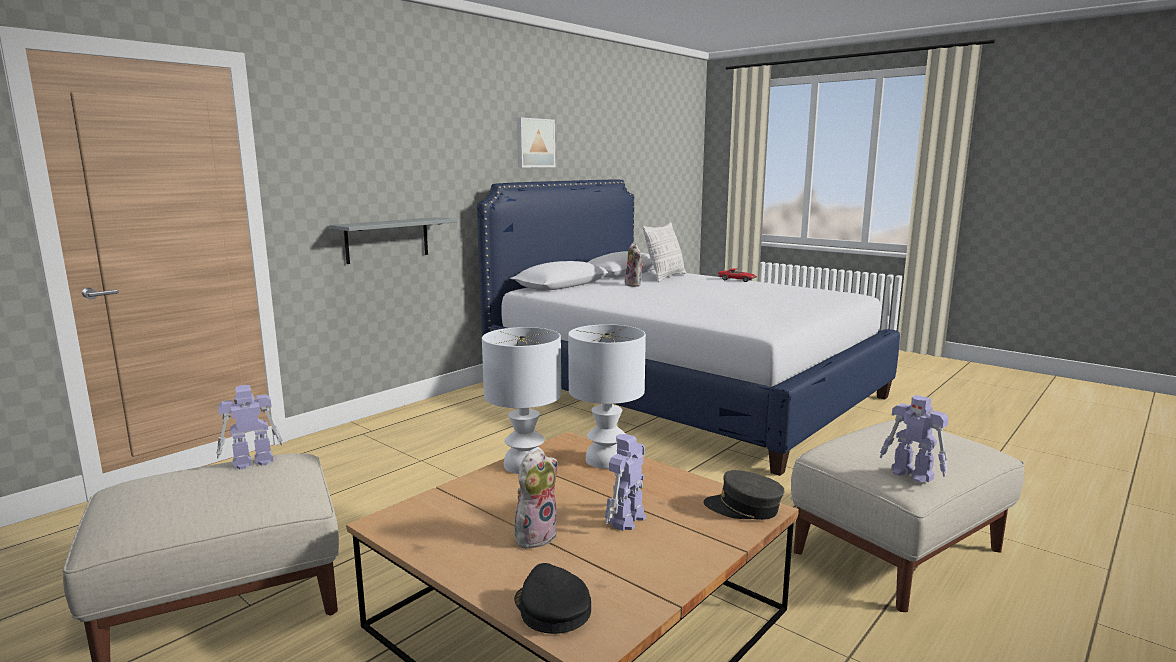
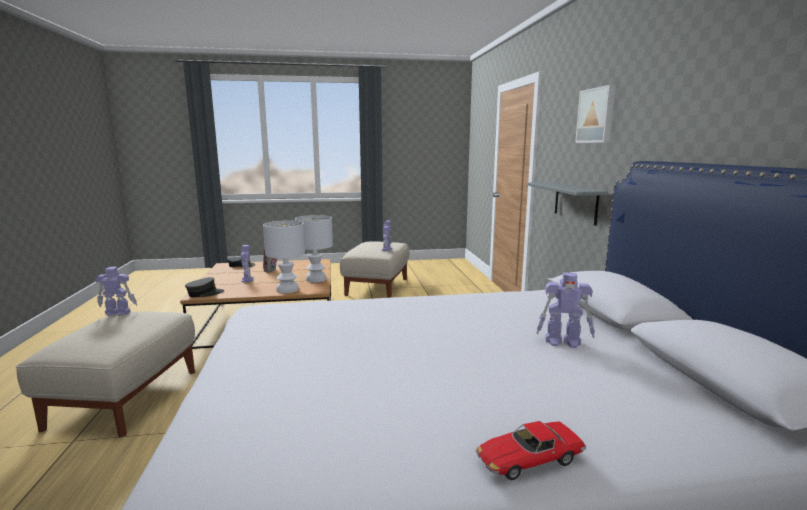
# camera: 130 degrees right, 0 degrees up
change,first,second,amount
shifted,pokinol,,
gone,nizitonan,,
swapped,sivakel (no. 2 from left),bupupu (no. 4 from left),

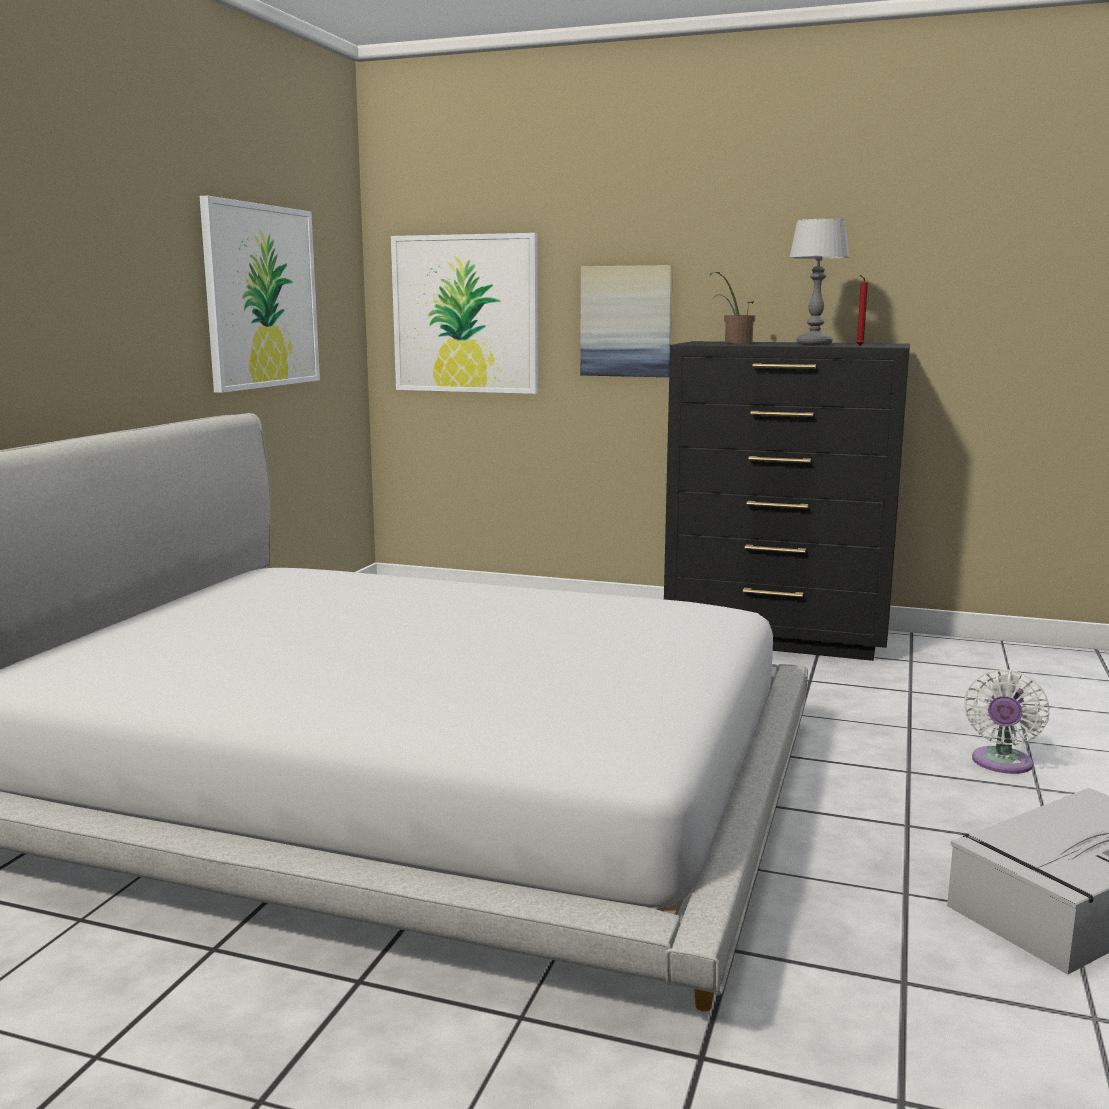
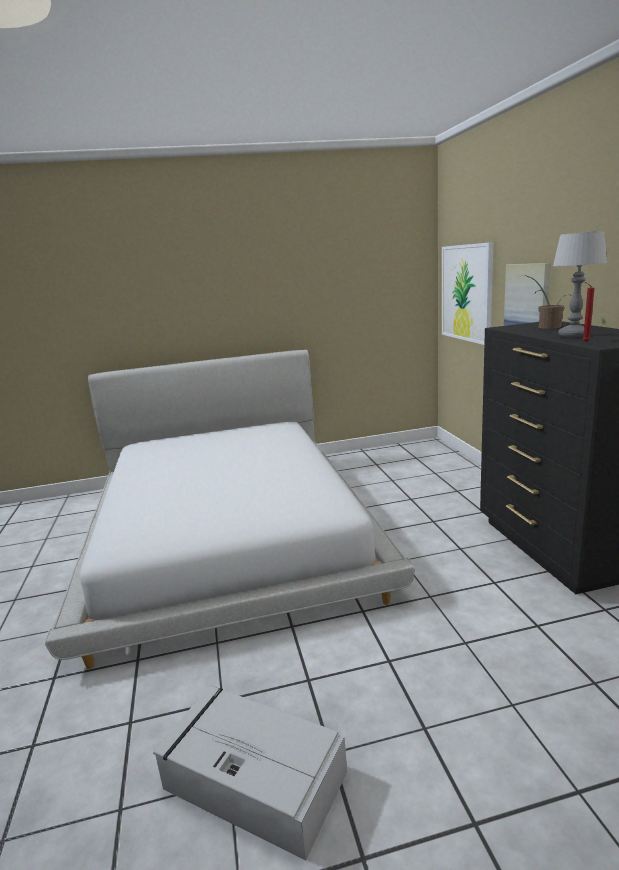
# camera: 60 degrees right, 5 degrees up
change,first,second,amount
gone,pokinol (no. 1 from left),,
gone,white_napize,,

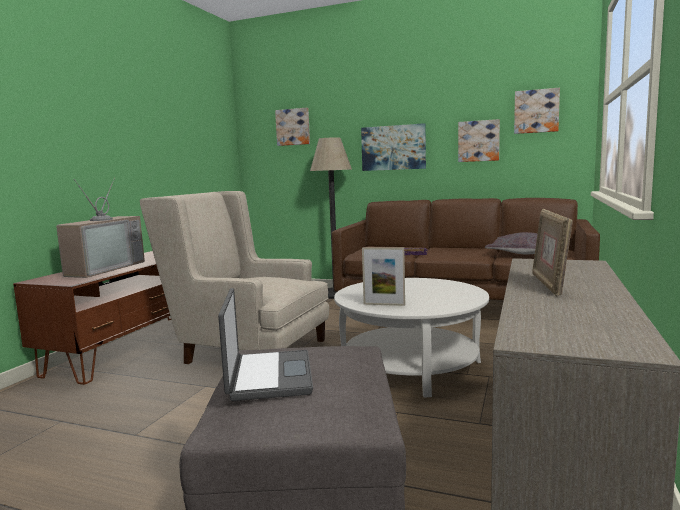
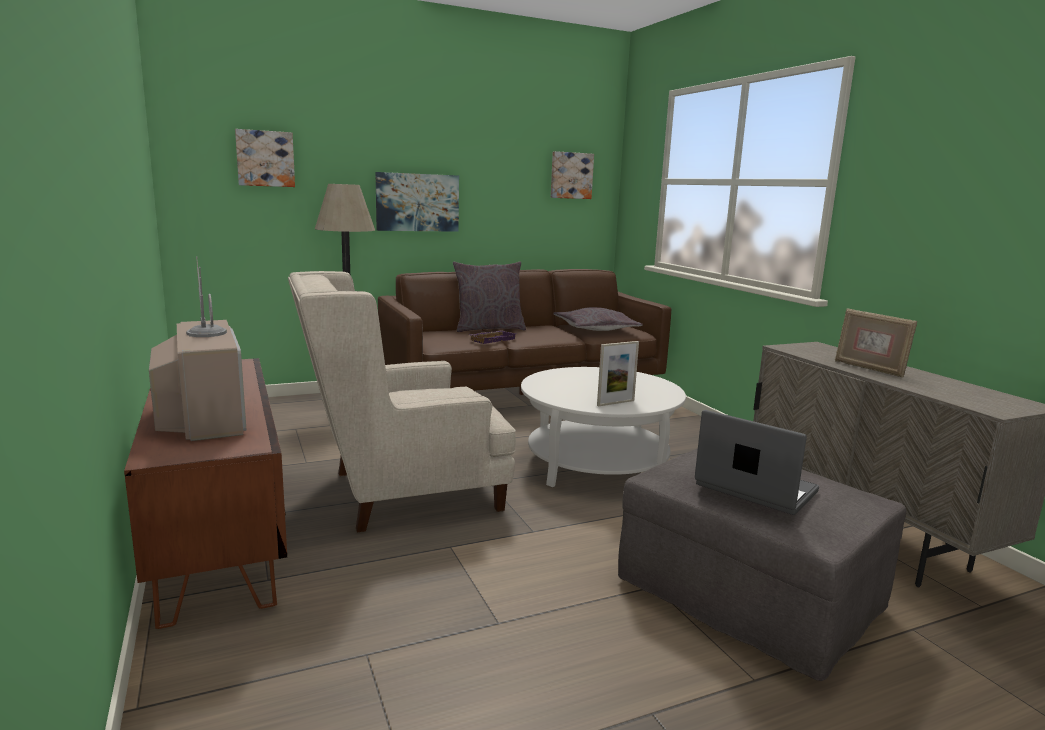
# camera: 45 degrees left, 5 degrees up
change,first,second,amount
gone,pokinol (no. 3 from left),,
new,,grey_nizitonan (no. 1 from left),

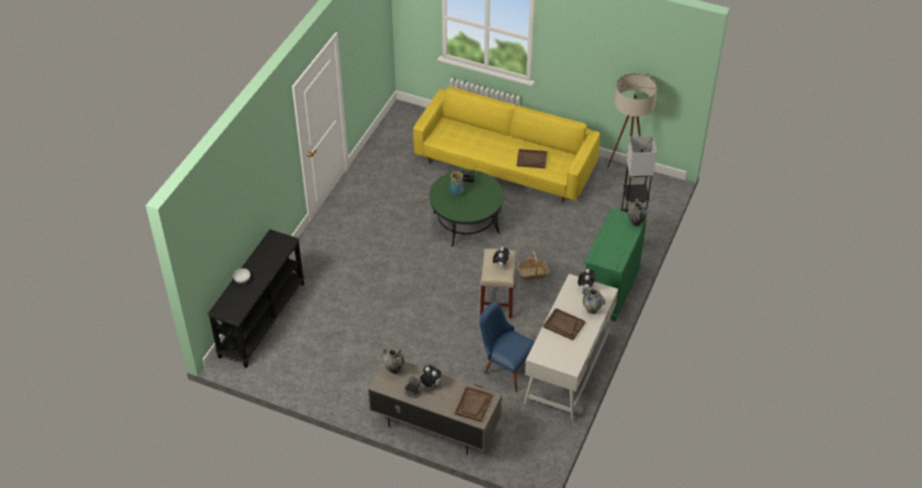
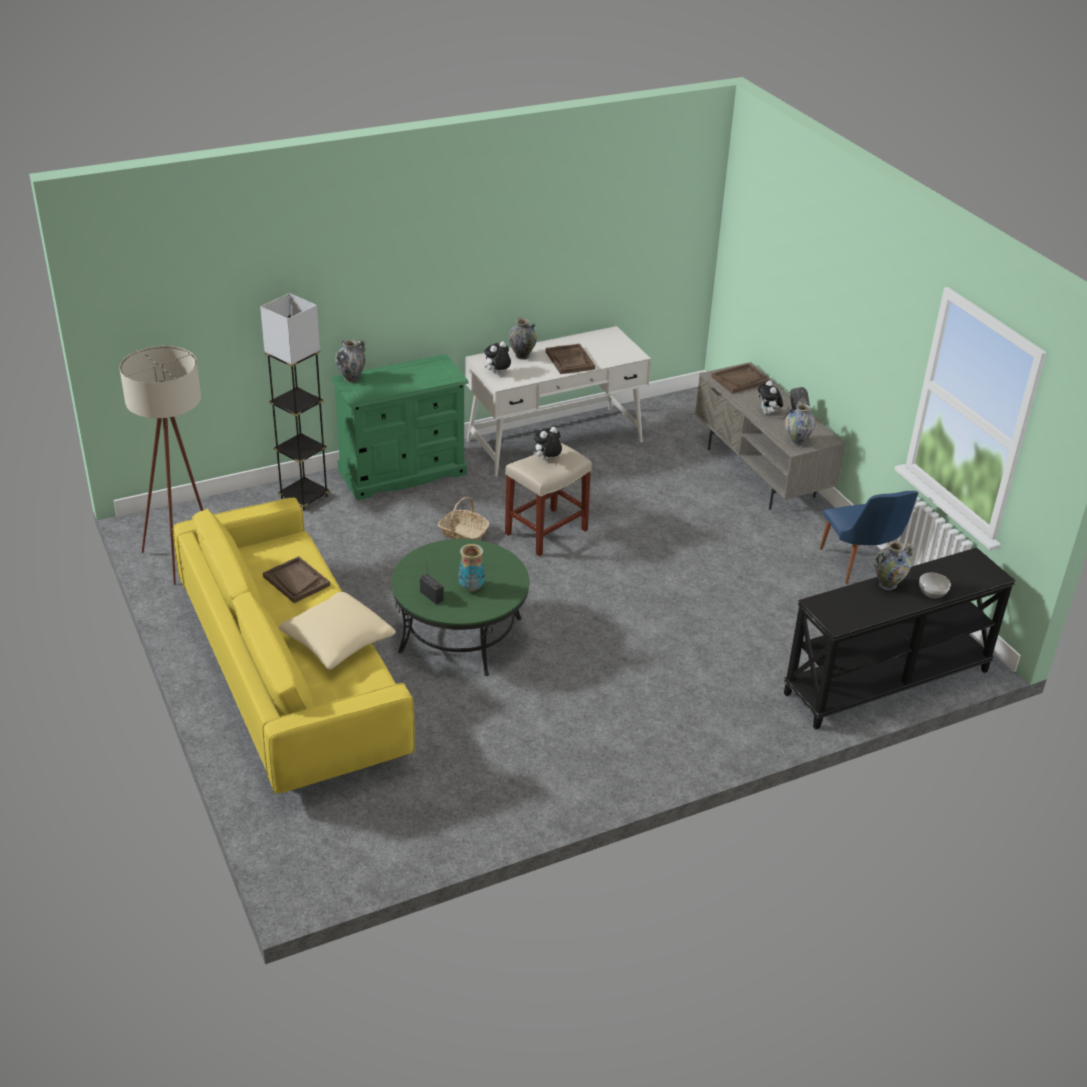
# camera: 140 degrees left, 10 degrees down
change,first,second,amount
shifted,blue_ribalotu,,
new,,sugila (no. 5 from left),
new,,beige_nizitonan,

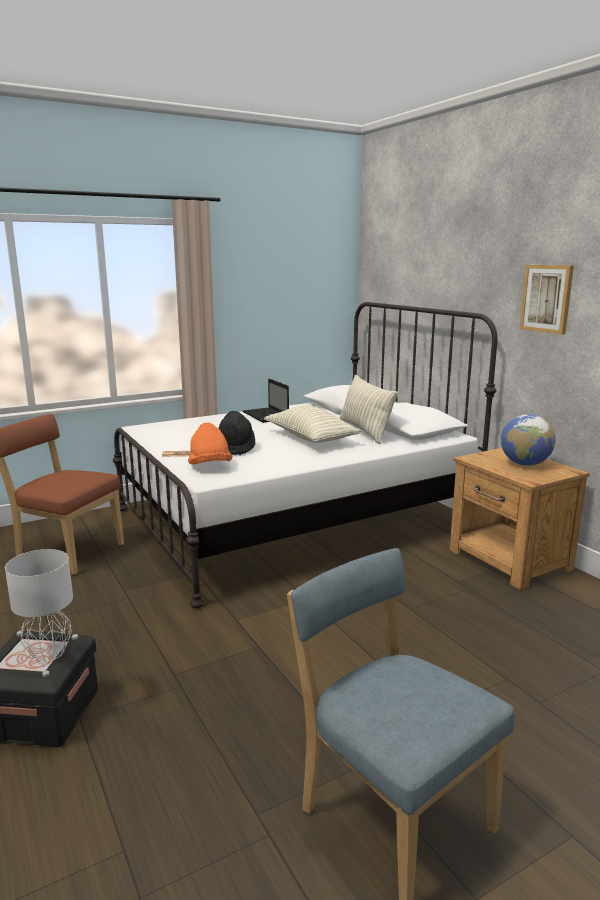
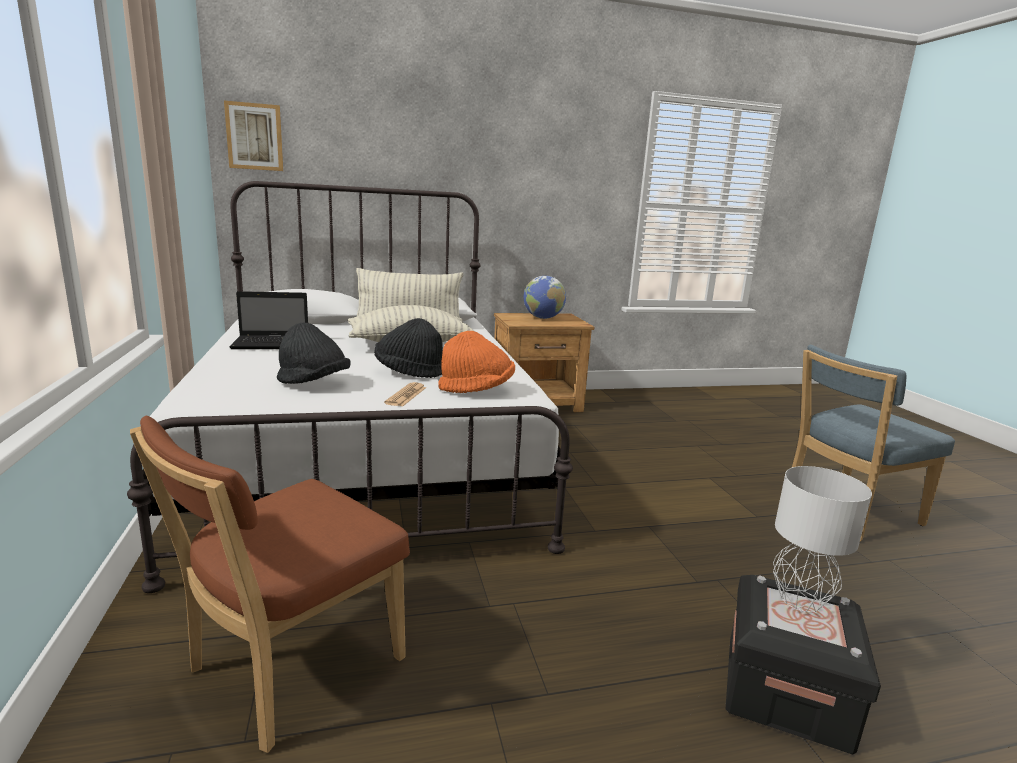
# camera: 75 degrees left, 0 degrees up
change,first,second,amount
shifted,pokinol,,
new,,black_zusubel (no. 1 from left),

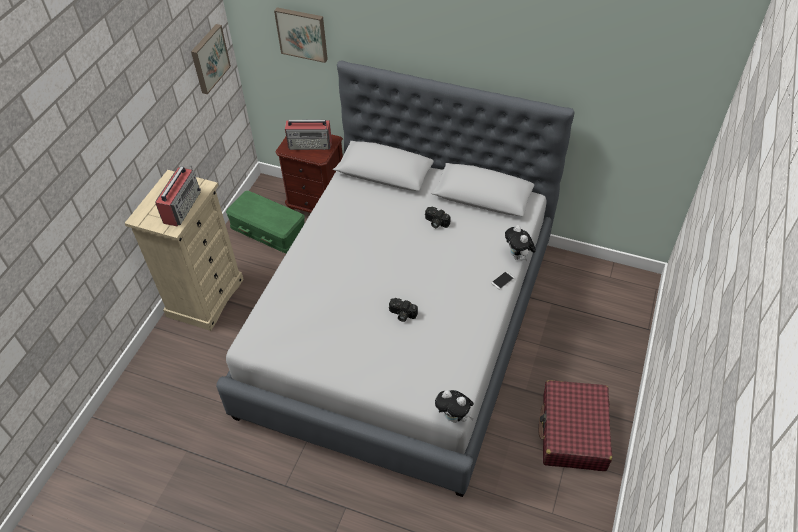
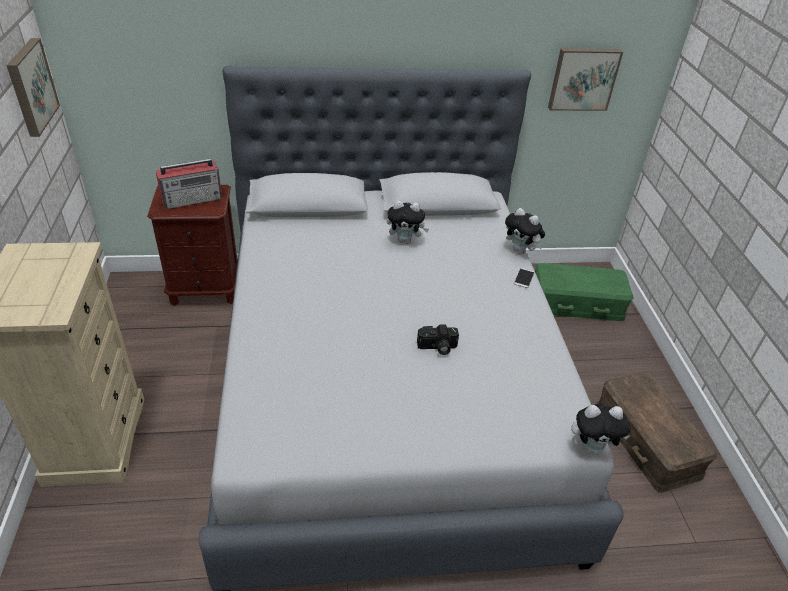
# camera: 30 degrees left, 10 degrees down
change,first,second,amount
shifted,pokinol (no. 2 from left),,
gone,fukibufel (no. 1 from left),,
shifted,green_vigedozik,,
swapped,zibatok (no. 2 from left),sivakel (no. 1 from left),
swapped,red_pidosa,brown_vigedozik,

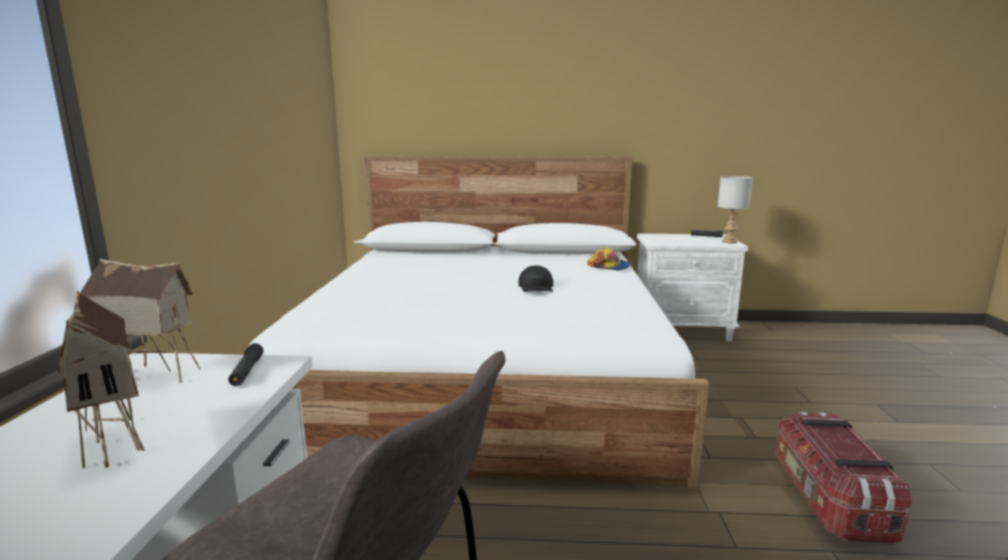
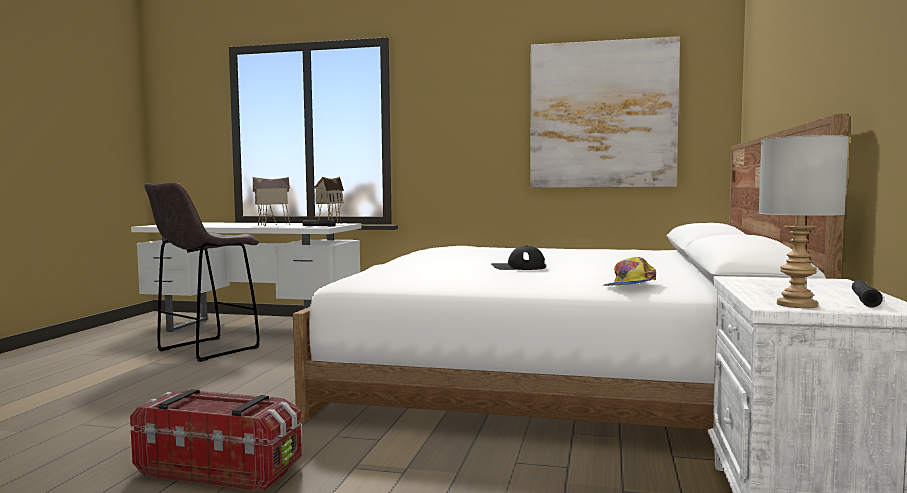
# camera: 100 degrees right, 10 degrees down
change,first,second,amount
new,,pokinol,

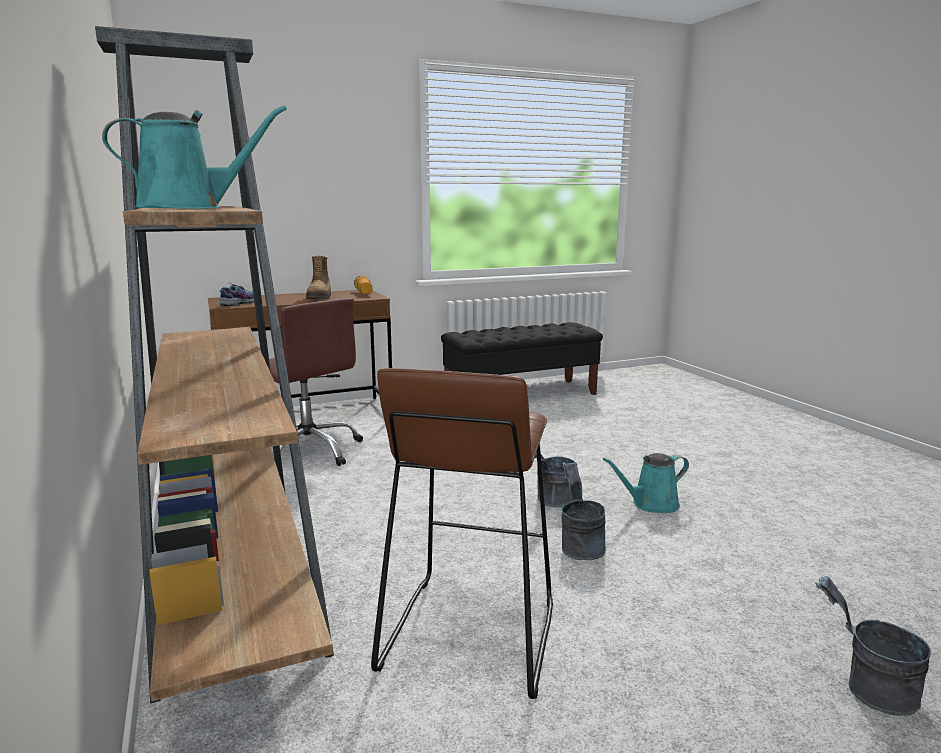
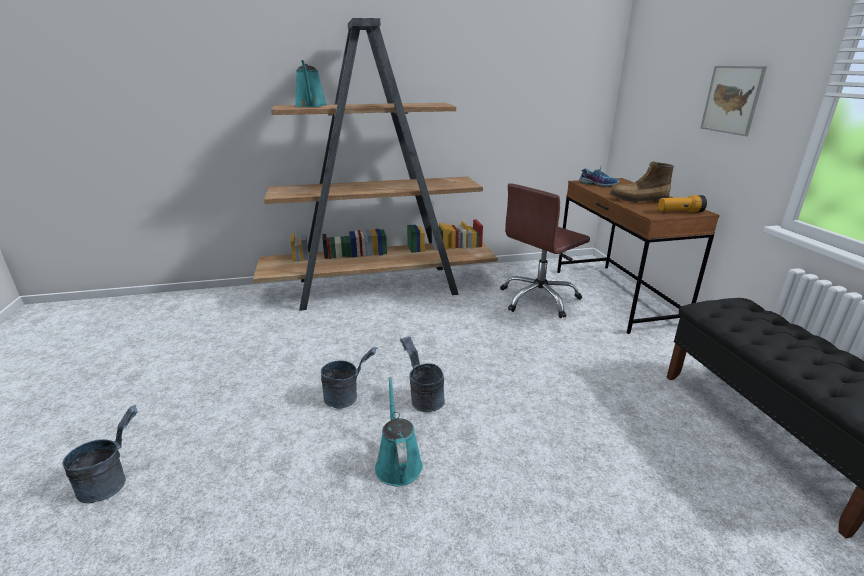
# camera: 100 degrees right, 10 degrees up
change,first,second,amount
gone,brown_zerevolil,,
new,,pokinol,

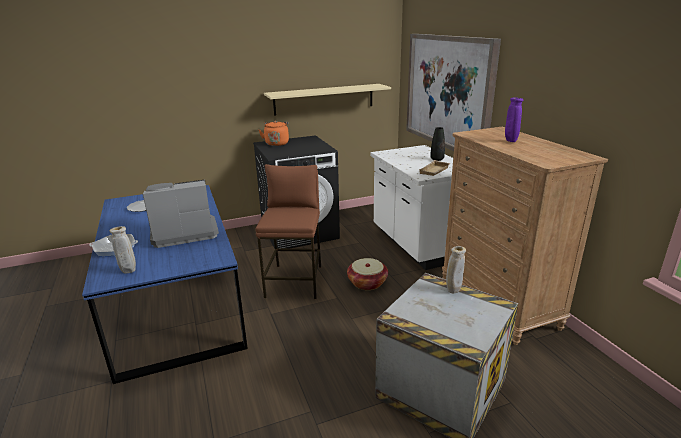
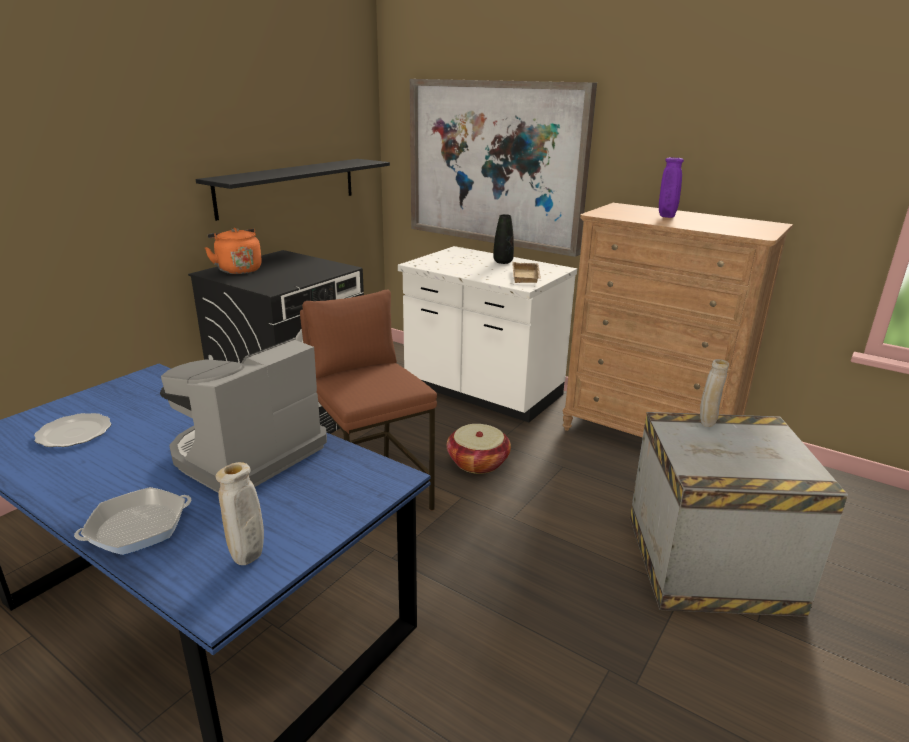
# camera: 35 degrees left, 0 degrees up
change,first,second,amount
repainted,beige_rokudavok,black_rokudavok,

